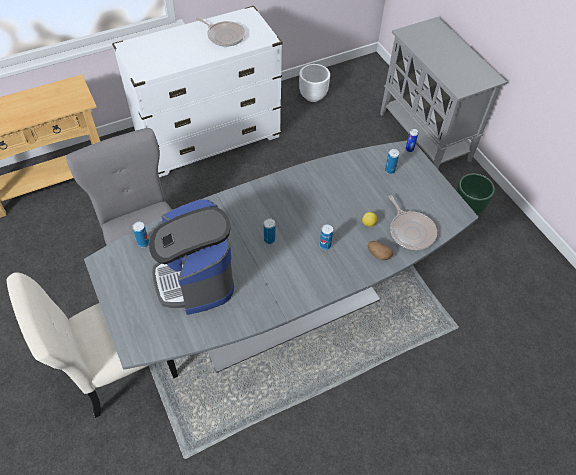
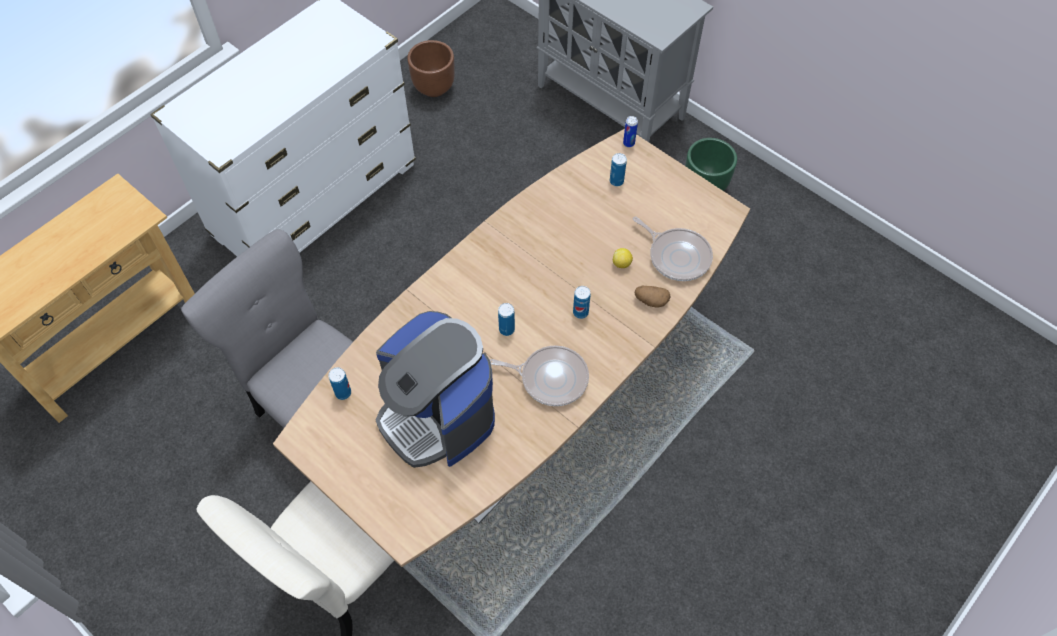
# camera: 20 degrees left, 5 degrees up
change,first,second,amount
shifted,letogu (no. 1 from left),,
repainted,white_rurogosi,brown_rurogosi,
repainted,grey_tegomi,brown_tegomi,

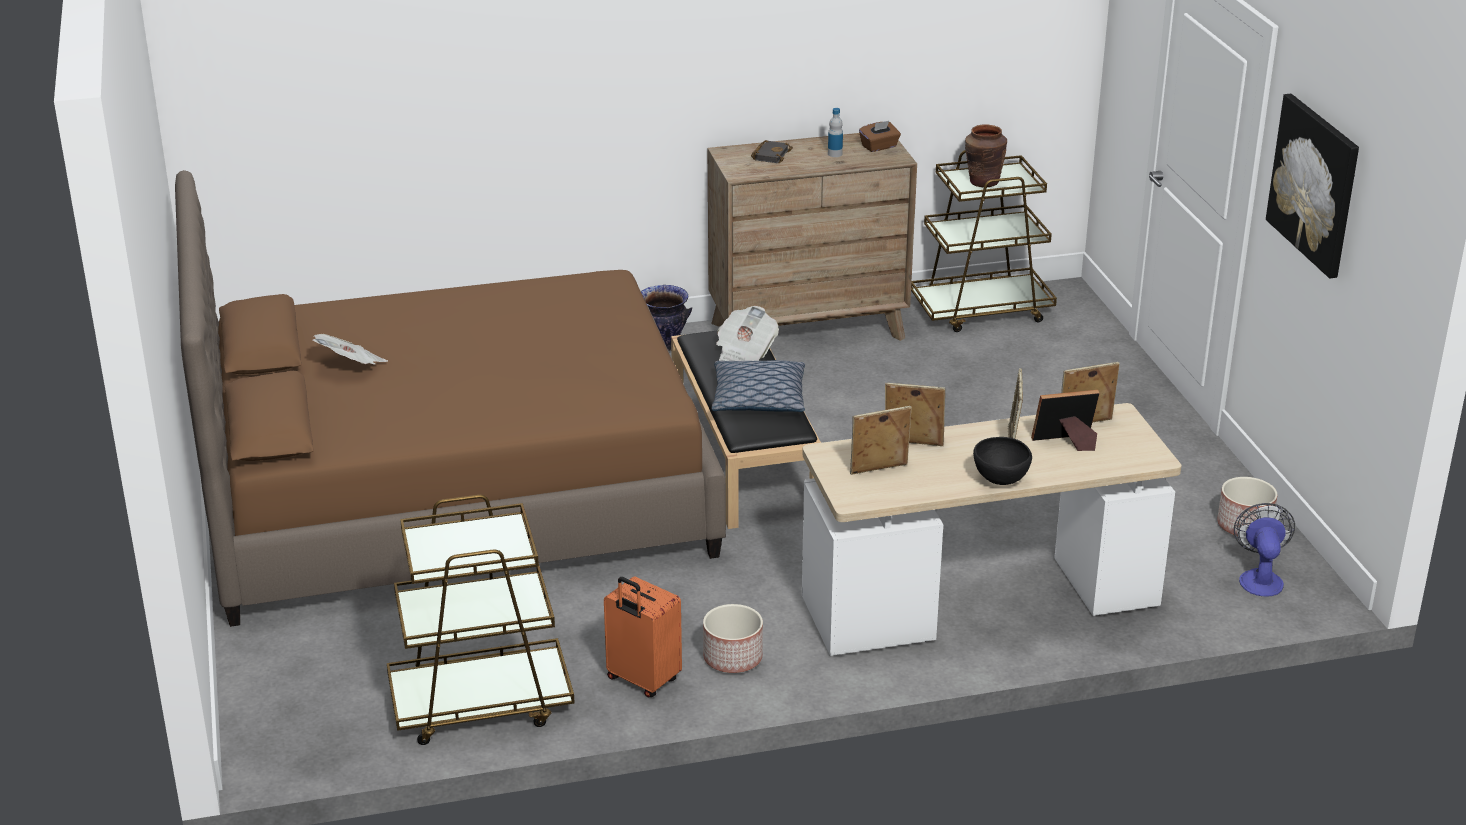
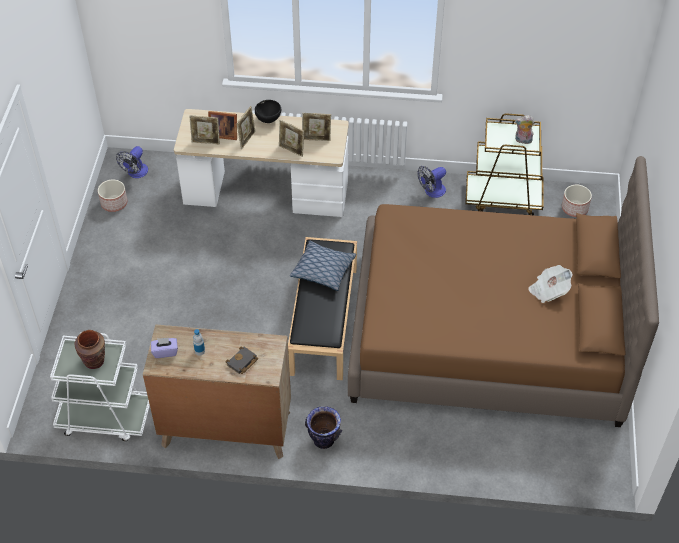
# camera: 160 degrees left, 20 degrees up
change,first,second,amount
gone,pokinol,,
repainted,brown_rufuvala,purple_rufuvala,
repainted,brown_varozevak (no. 2 from left),white_varozevak,
gone,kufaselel (no. 2 from left),,
swapped,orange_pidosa,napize (no. 2 from left),
shifted,rurogosi (no. 1 from left in the first image),rurogosi (no. 2 from left),
new,,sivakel,

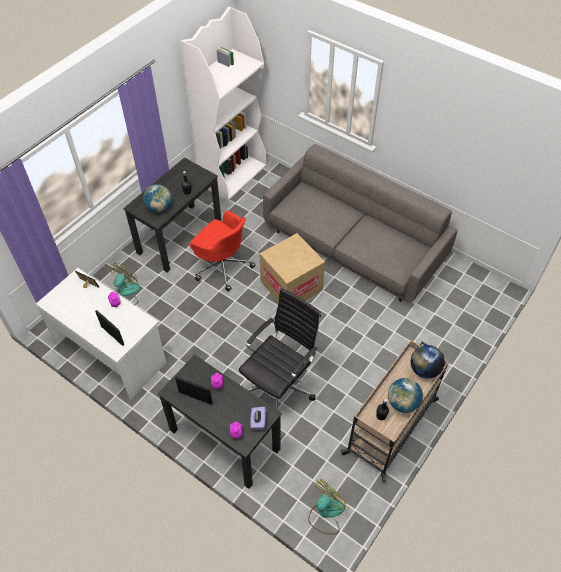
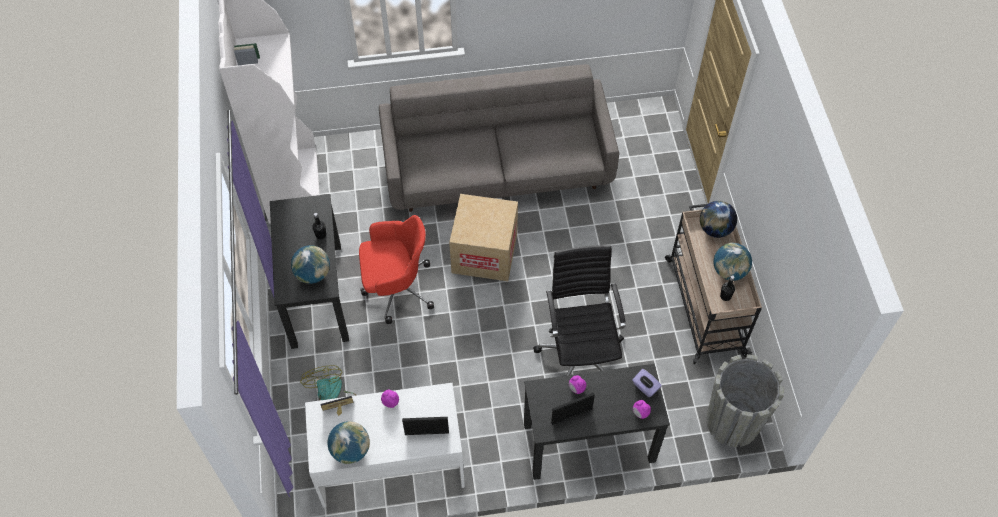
# camera: 45 degrees left, 5 degrees up
change,first,second,amount
swapped,napize (no. 2 from left),grey_rurogosi,
new,,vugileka (no. 2 from left),

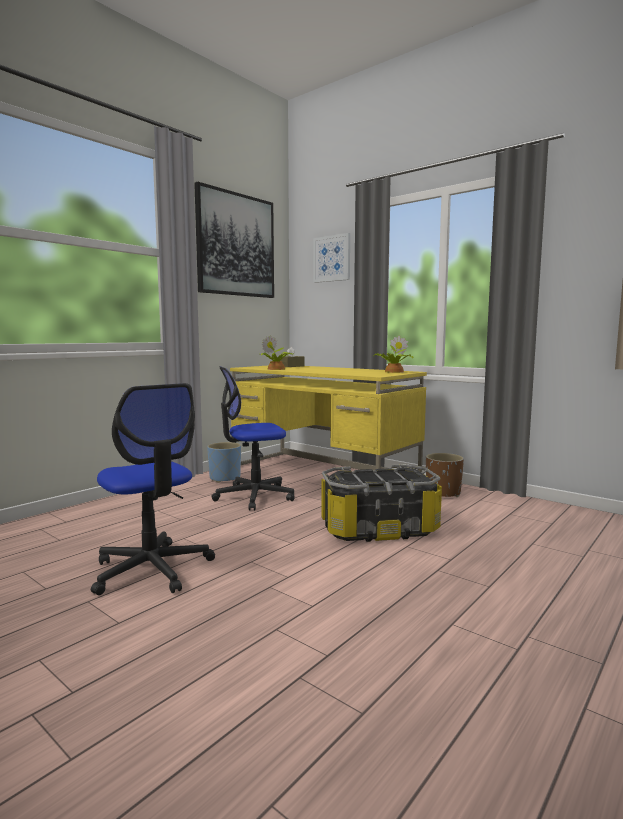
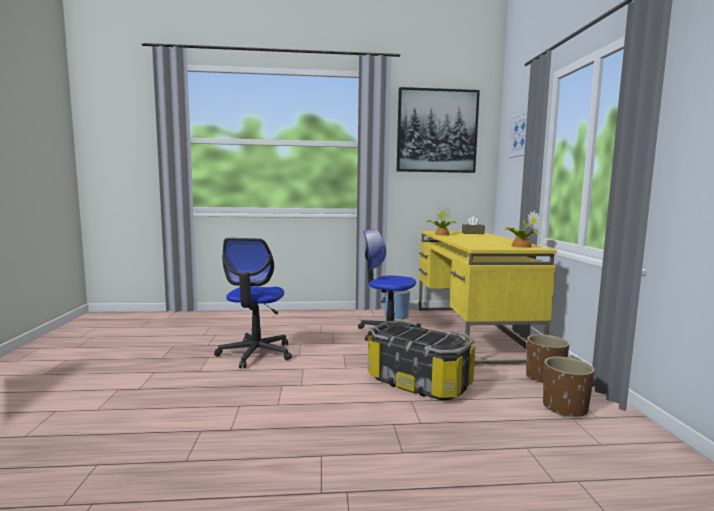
# camera: 45 degrees right, 0 degrees up
change,first,second,amount
new,,brown_rurogosi (no. 2 from left),

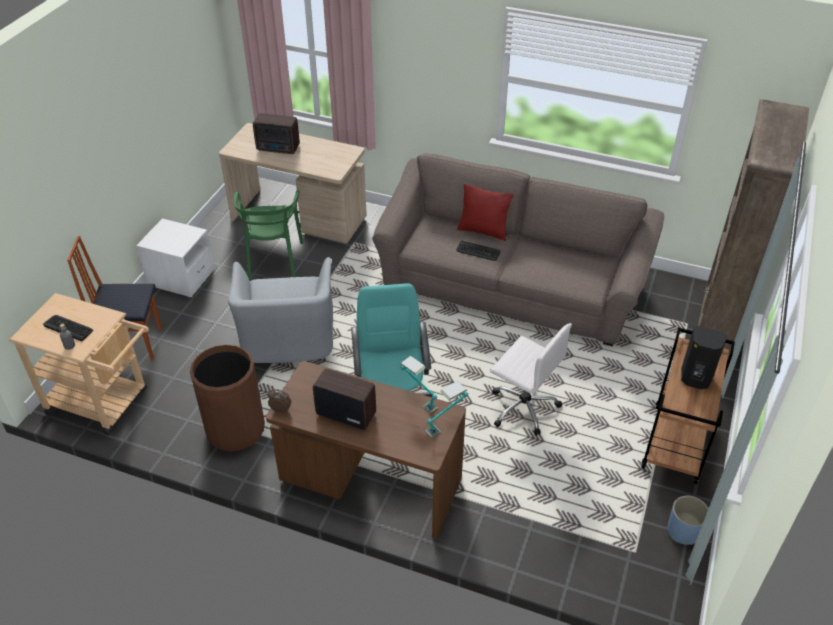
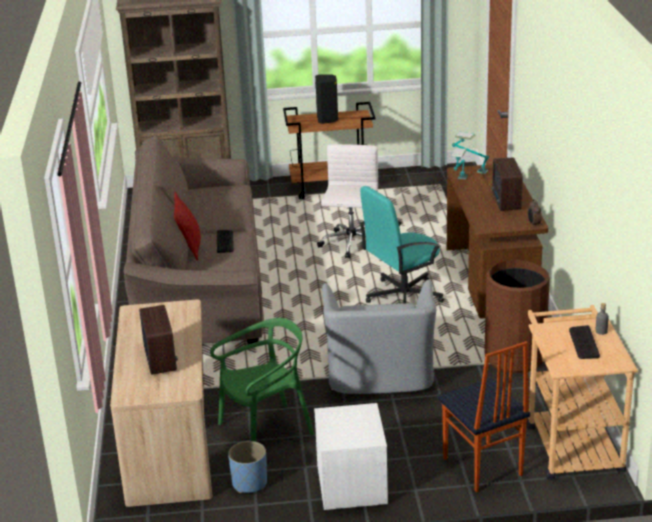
# camera: 115 degrees left, 15 degrees down
change,first,second,amount
rotated,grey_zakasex,,120 degrees clockwise
shifted,blue_rurogosi,,

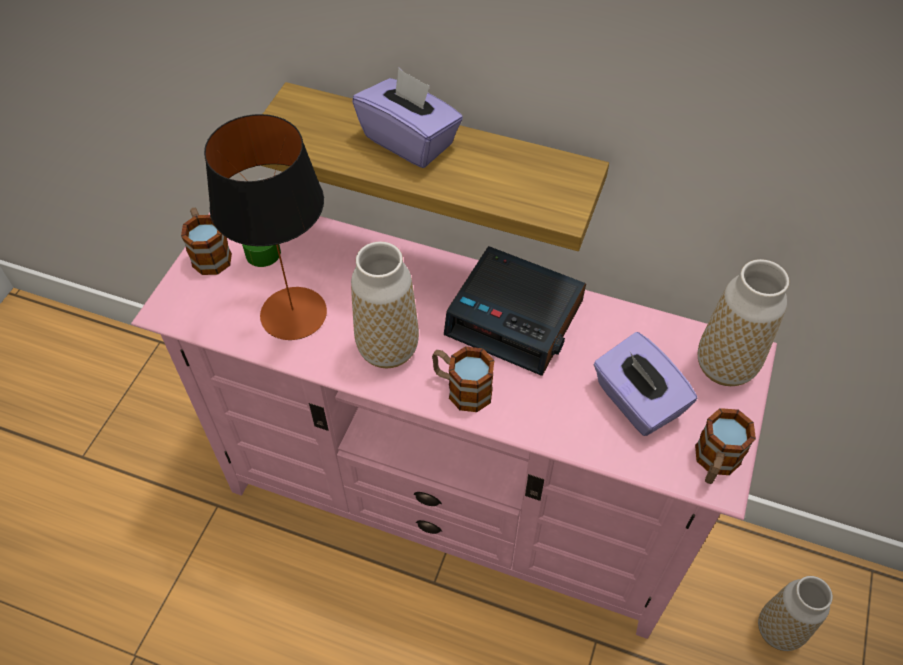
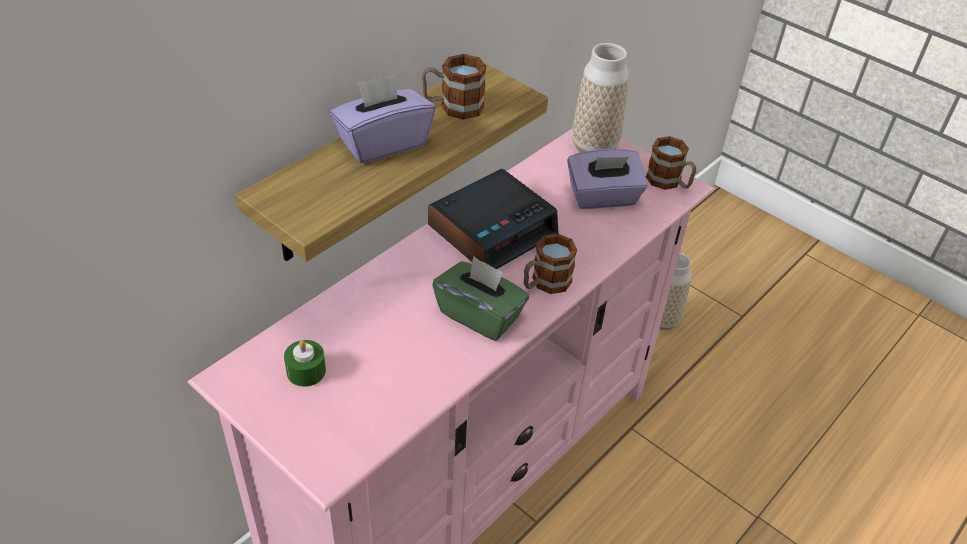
# camera: 70 degrees left, 10 degrees down
change,first,second,amount
gone,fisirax,,
shifted,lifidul (no. 1 from left),,
swapped,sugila (no. 1 from left),green_rufuvala,

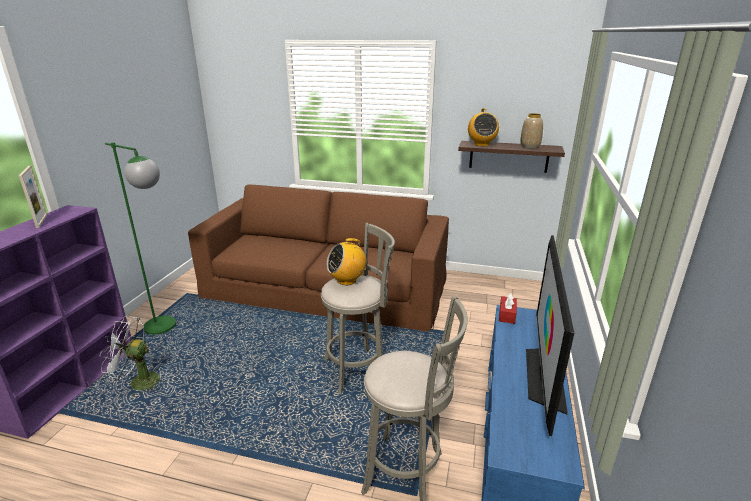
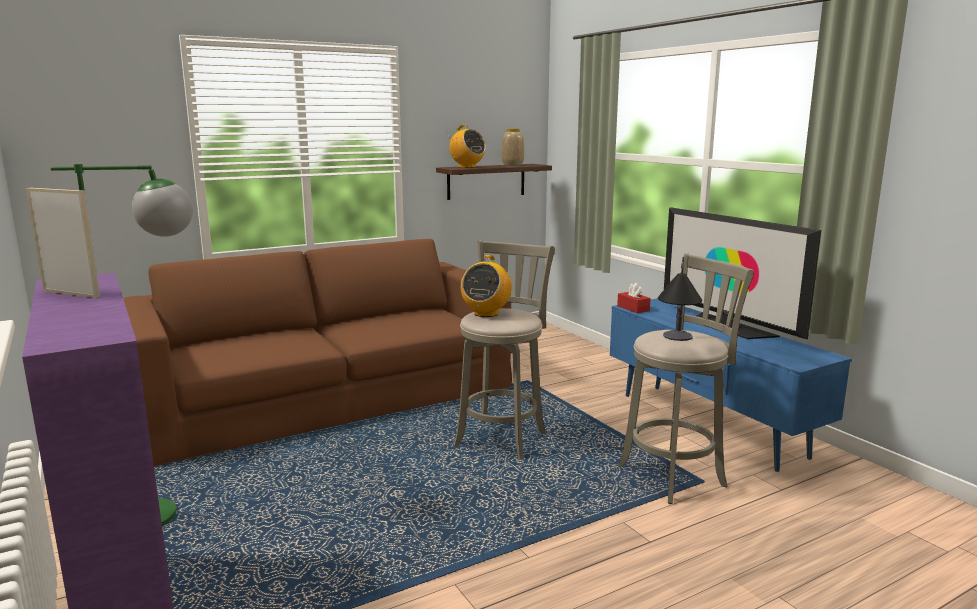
# camera: 45 degrees left, 10 degrees down
change,first,second,amount
gone,white_napize,,
new,,fisirax,

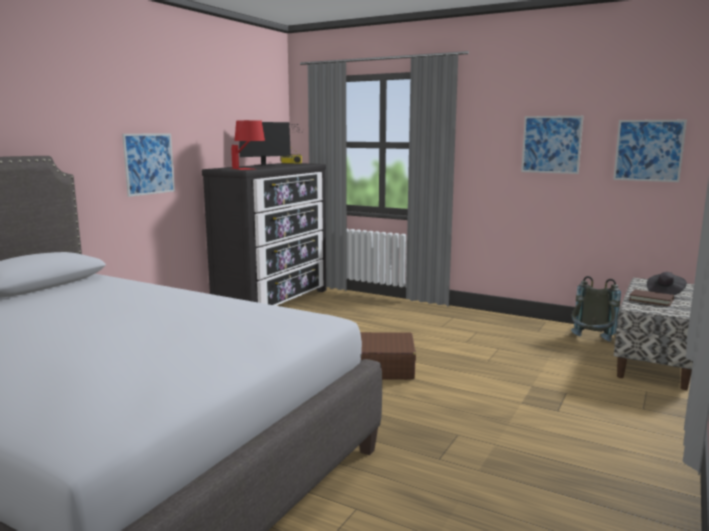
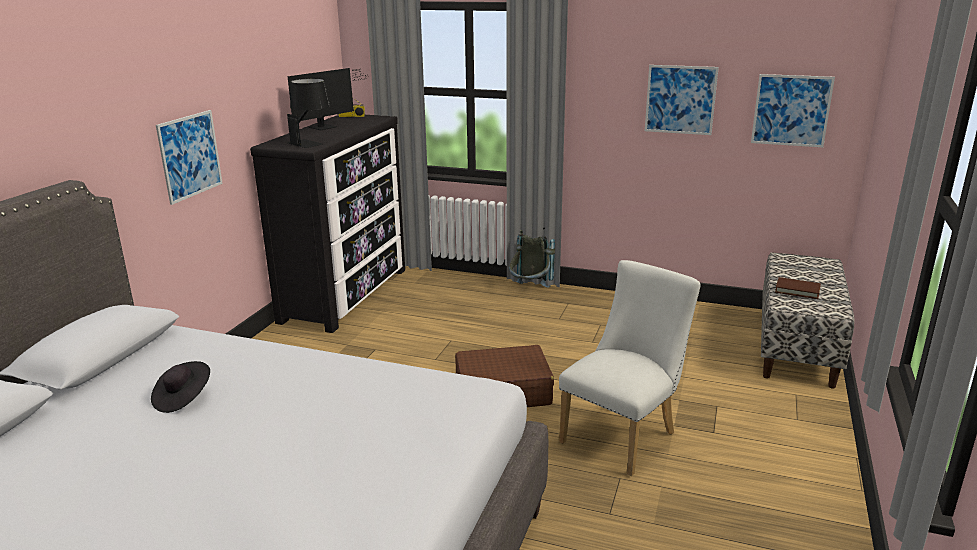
# camera: 10 degrees left, 10 degrees up
change,first,second,amount
repainted,red_fisirax,black_fisirax,
shifted,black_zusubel,,
shifted,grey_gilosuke,,
new,,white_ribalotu,

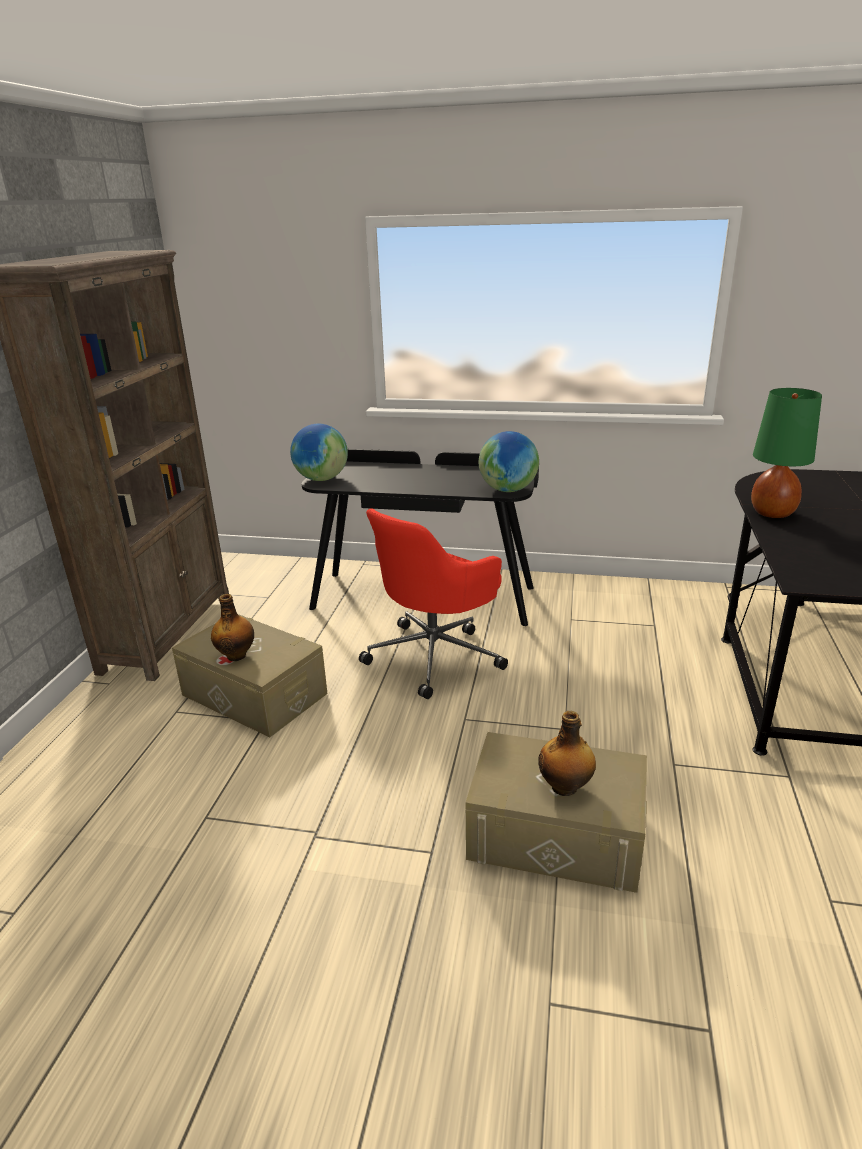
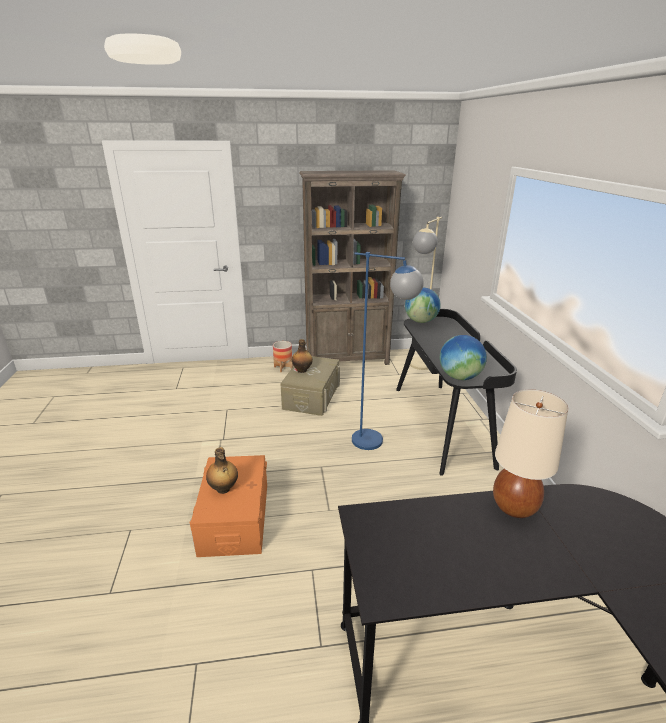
# camera: 70 degrees right, 0 degrees up
change,first,second,amount
repainted,green_fisirax,beige_fisirax,
swapped,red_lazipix,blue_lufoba,
repainted,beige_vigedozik (no. 2 from left),orange_vigedozik,
new,,beige_lufoba,
new,,rurogosi,

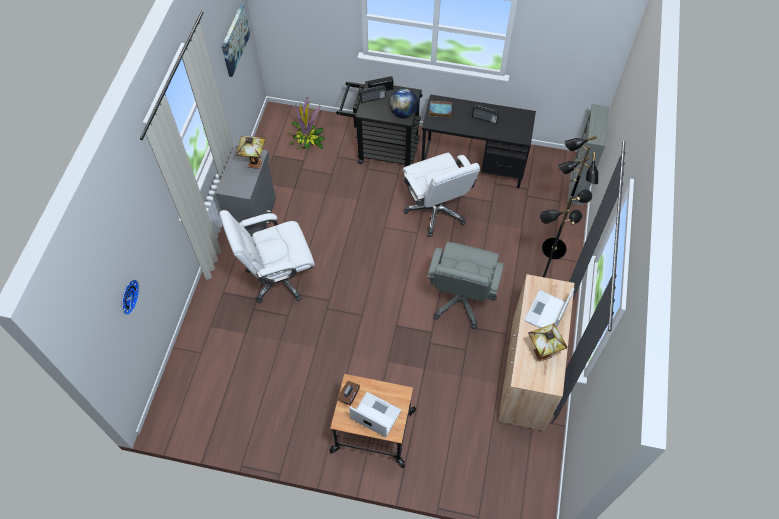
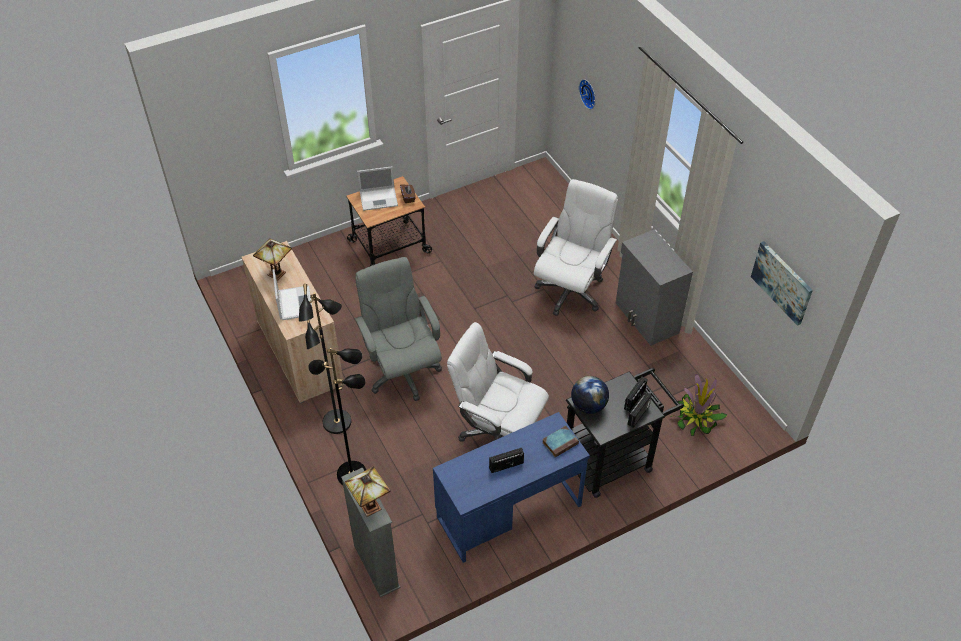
# camera: 140 degrees right, 10 degrees down
change,first,second,amount
repainted,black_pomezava,blue_pomezava,
shifted,fisirax (no. 1 from left in the first image),fisirax (no. 2 from left),

